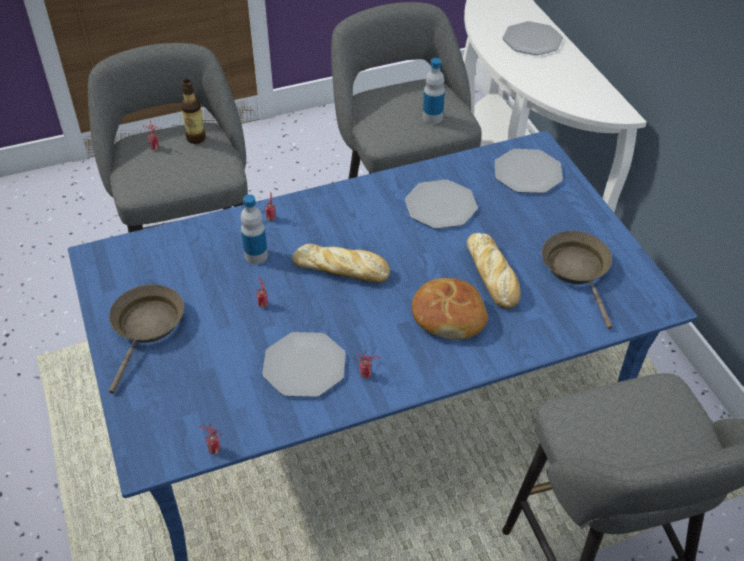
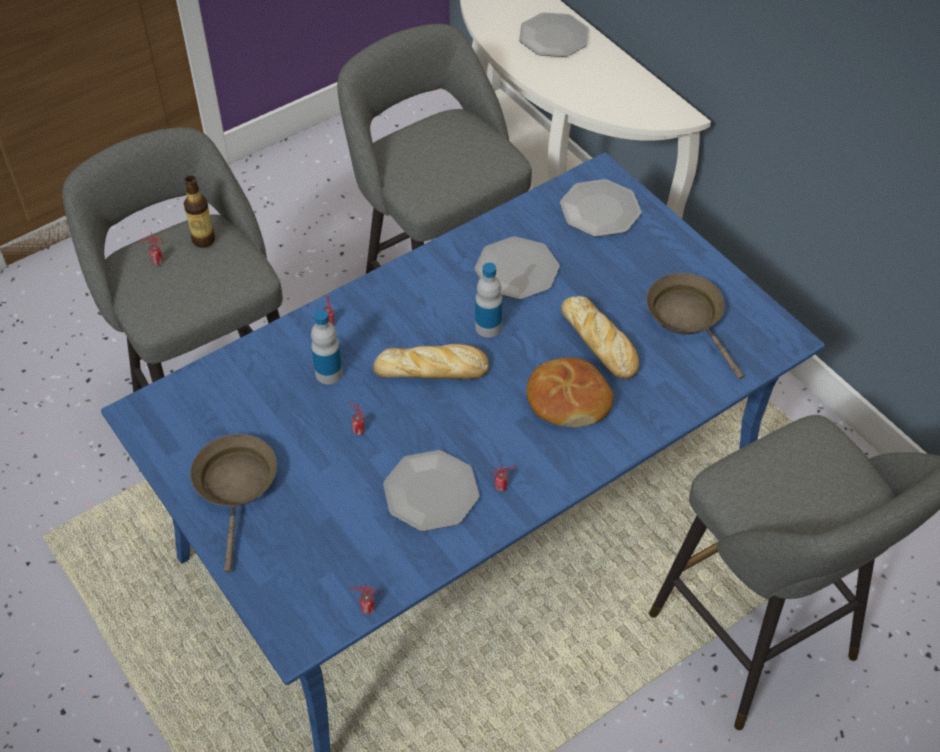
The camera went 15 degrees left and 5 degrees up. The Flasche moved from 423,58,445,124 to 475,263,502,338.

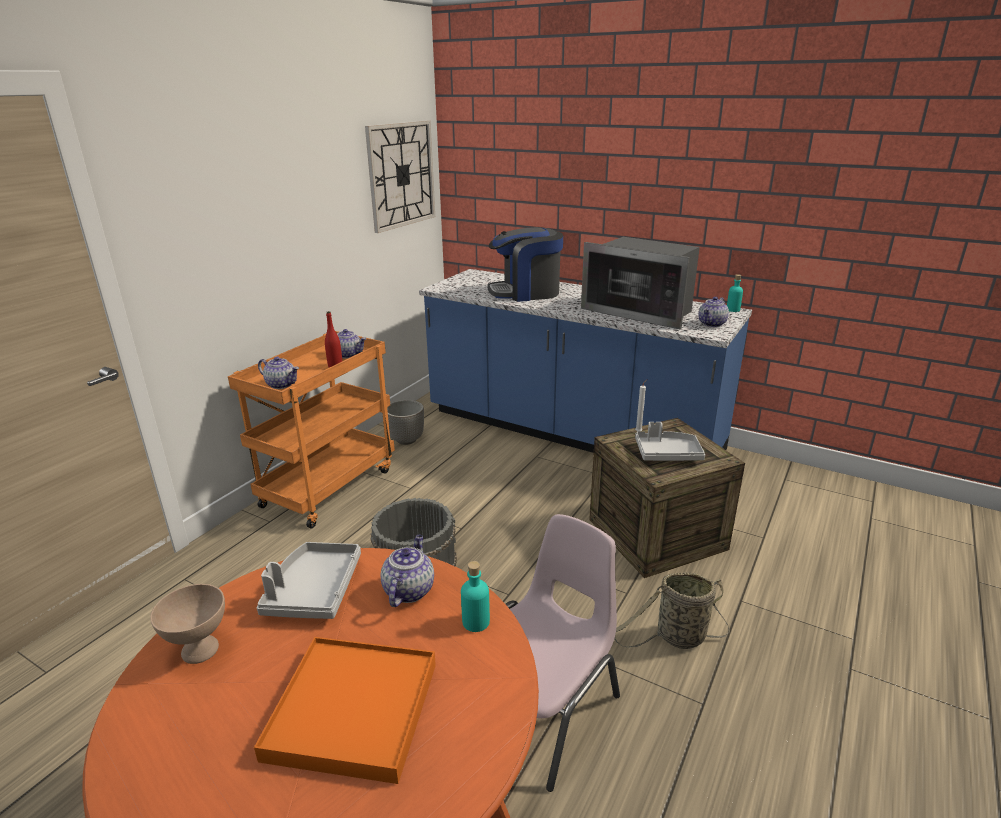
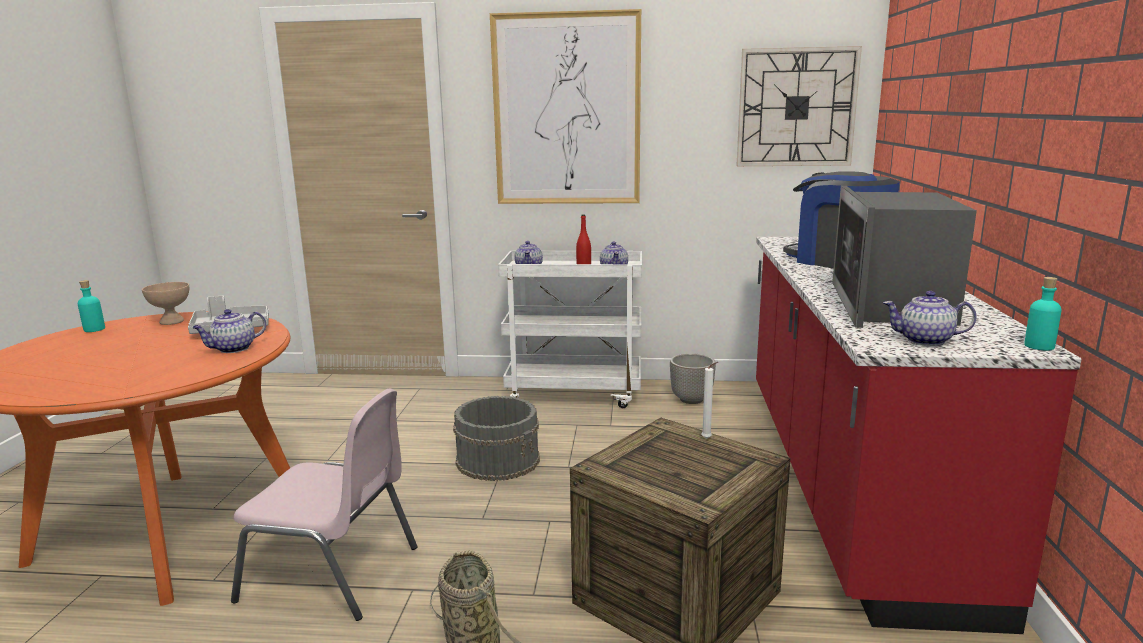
The camera went 65 degrees right and 10 degrees down. The Rollwagen [orange] at 228,331,395,528 became the Rollwagen [weiß] at 498,251,642,408. The Tablett [orange] at 254,637,436,784 disappeared. The Teekanne at 381,535,434,607 turned 150 degrees clockwise. The Küchenzeile [blau] at 419,269,752,453 became the Küchenzeile [rot] at 756,237,1082,634. The Flasche [türkis] moved from 461,561,490,632 to 78,280,105,332. The Tablett [grau] at 635,422,705,461 disappeared. The Bild at 490,9,641,204 appeared.

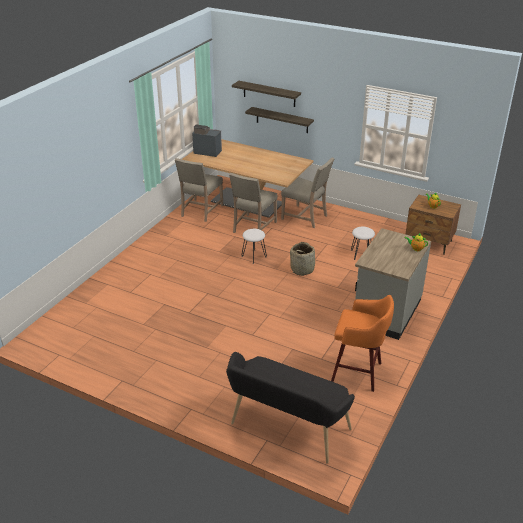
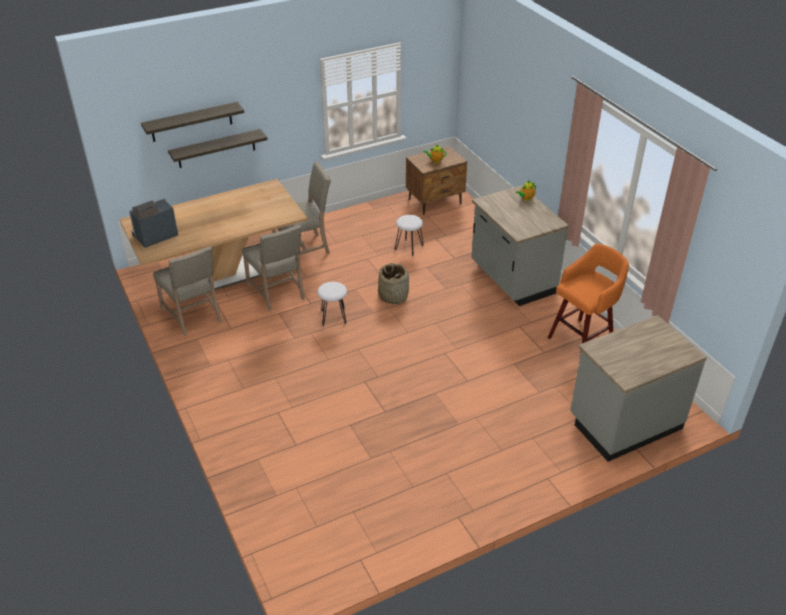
The camera went 55 degrees left and 5 degrees up. The Bank [schwarz] at 226,352,355,463 was replaced by the Küchenzeile [grau] at 570,315,707,462.

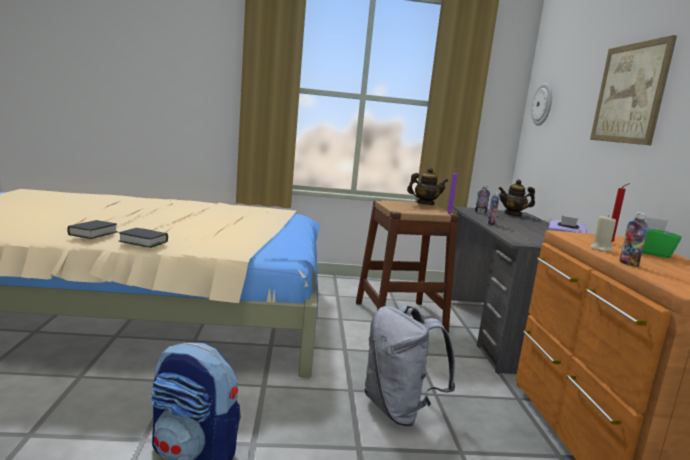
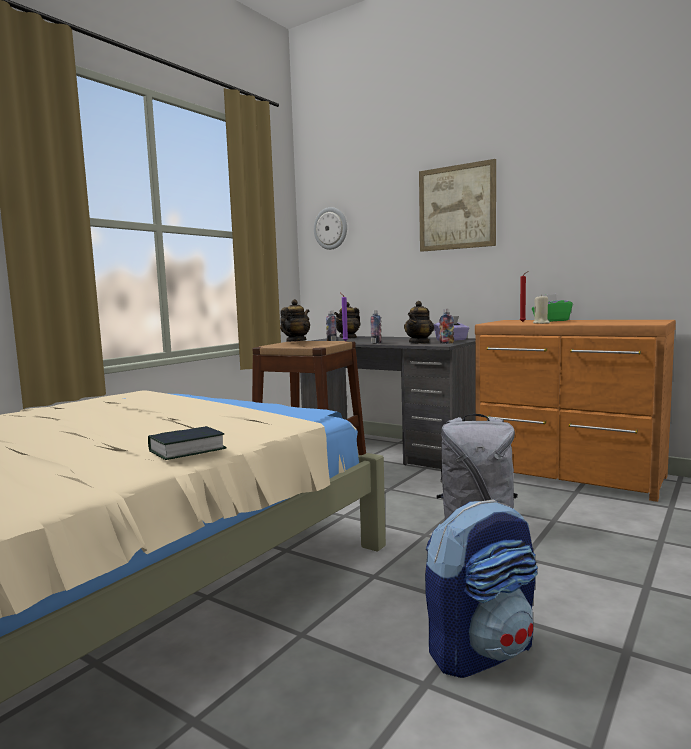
The camera went 50 degrees left and 5 degrees down. The Buch at 67,220,118,239 disappeared. The Flasche moved from 619,212,648,267 to 439,309,454,344. The Teekanne at 404,301,434,344 appeared.

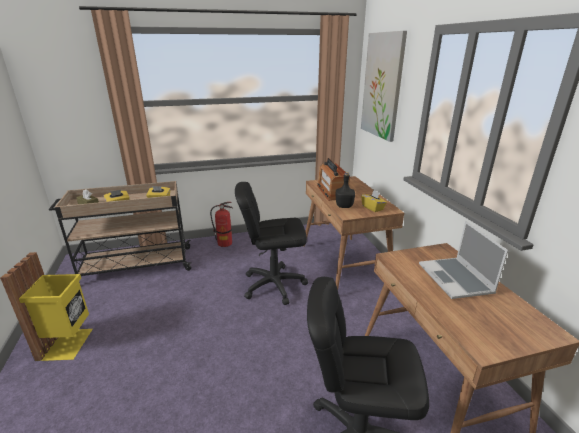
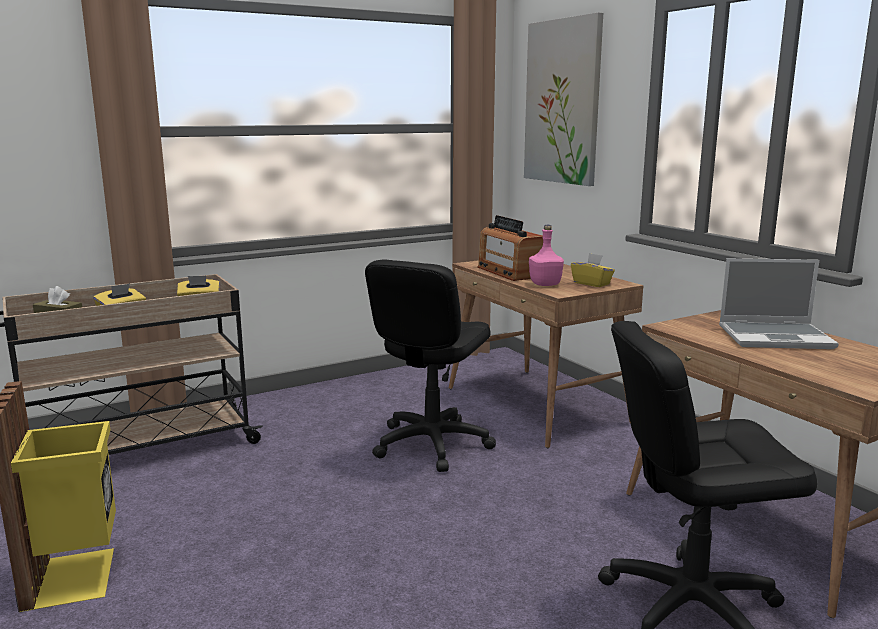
The camera went 15 degrees left and 10 degrees down. The Feuerlöscher at 210,202,233,247 disappeared. The Bürostuhl [schwarz] at 235,182,308,305 turned 45 degrees counterclockwise. The Flasche [schwarz] at 336,172,355,208 became the Flasche [rosa] at 529,225,564,286. The Laptop at 419,221,508,299 turned 60 degrees counterclockwise.

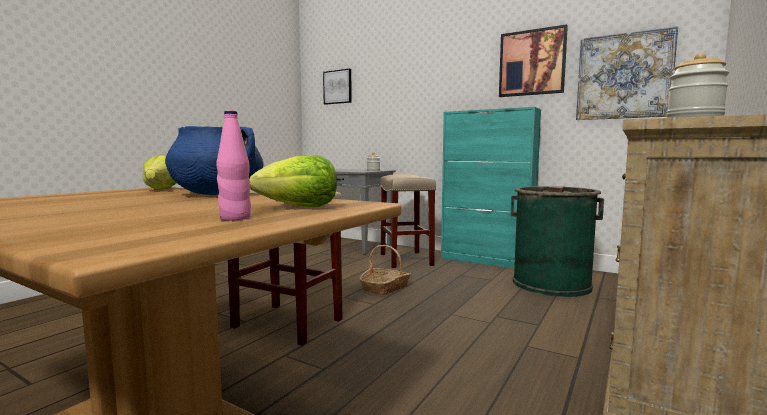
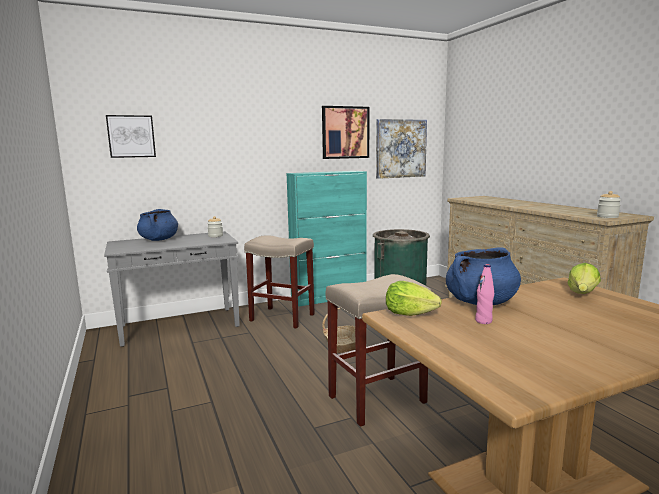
The camera went 55 degrees left and 5 degrees up. The Flasche [rosa] moved from 216,111,251,220 to 475,264,494,324. The Kochtopf [blau] at 137,209,178,241 appeared.

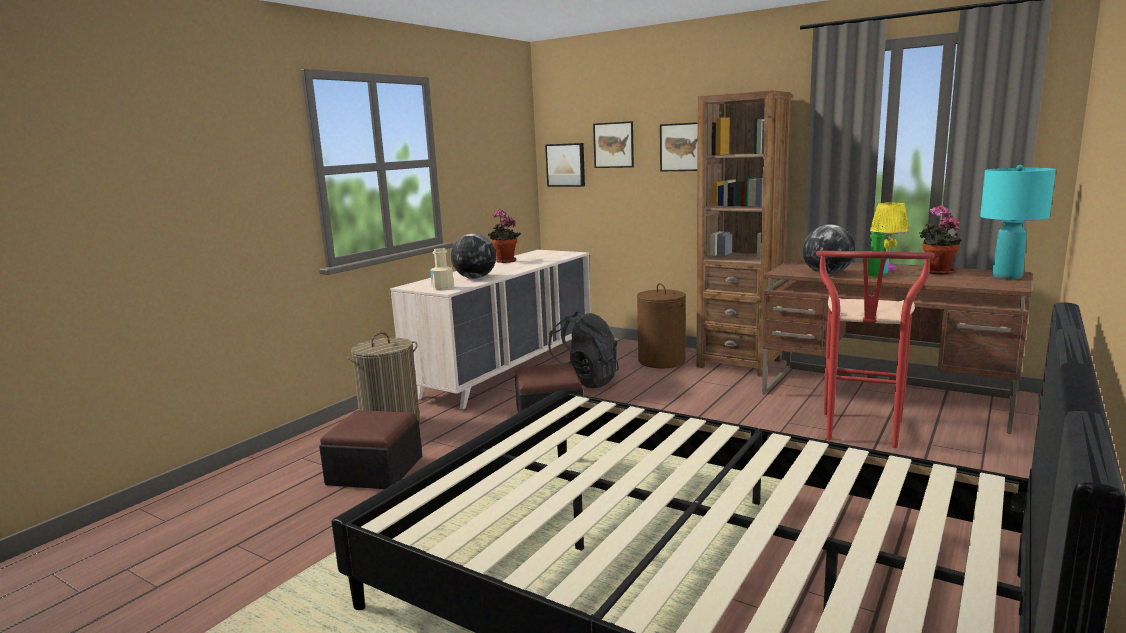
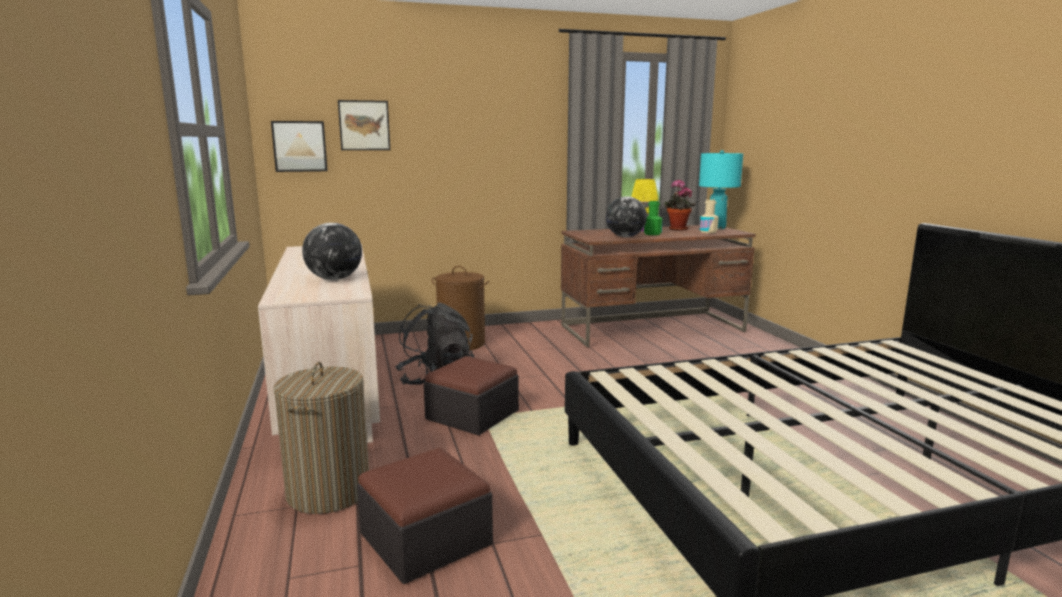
The camera went 50 degrees left and 0 degrees up. The Flasche [beige] moved from 430,248,454,290 to 700,200,719,233. The Topfpflanze at 488,209,521,263 disappeared. The Bild at 660,122,698,171 disappeared. The Bücherregal [braun] at 697,90,791,377 disappeared. The Hocker [rot] at 816,251,935,448 disappeared.

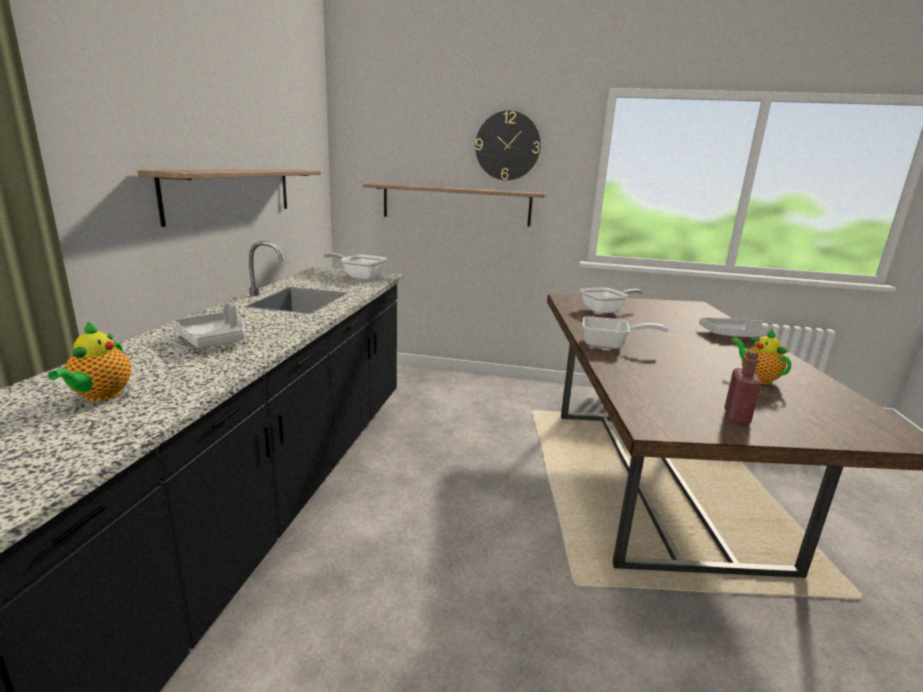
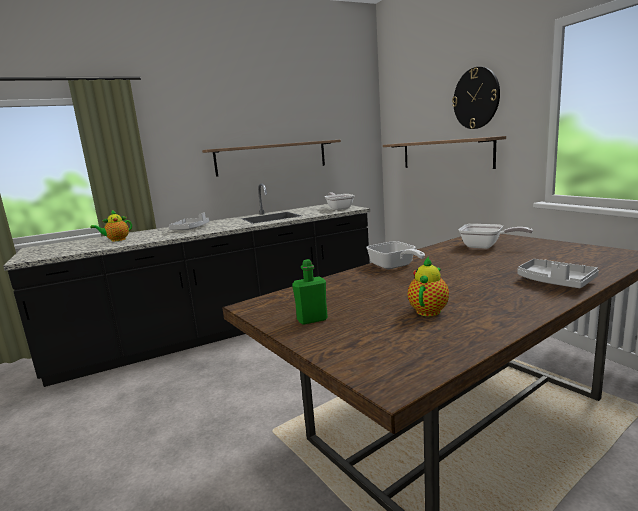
The camera went 55 degrees right and 5 degrees down. The Flasche [rot] at 724,351,762,424 became the Flasche [grün] at 292,259,328,325.

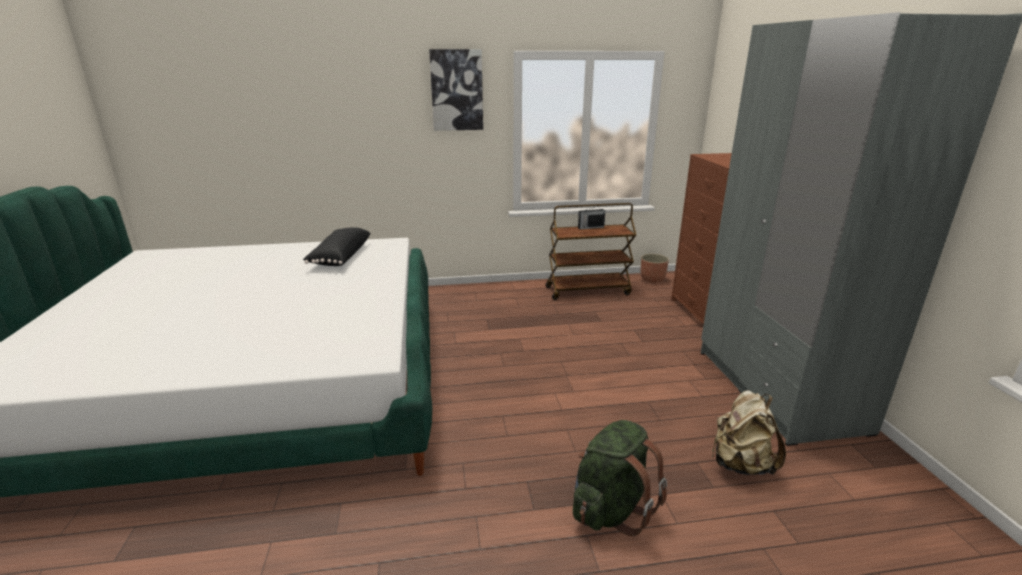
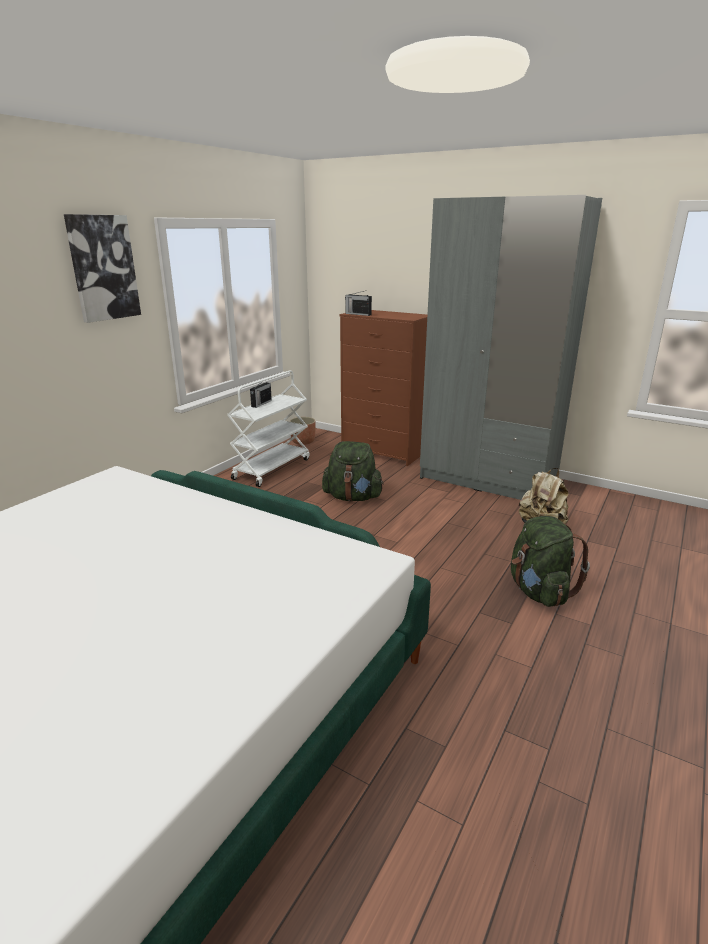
The camera went 50 degrees left and 0 degrees up. The Kissen [schwarz] at 303,227,371,266 disappeared. The Rollwagen [braun] at 545,203,636,300 became the Rollwagen [weiß] at 227,371,309,487. The Rucksack [grün] at 322,441,384,501 appeared. The Radio at 345,291,372,316 appeared.

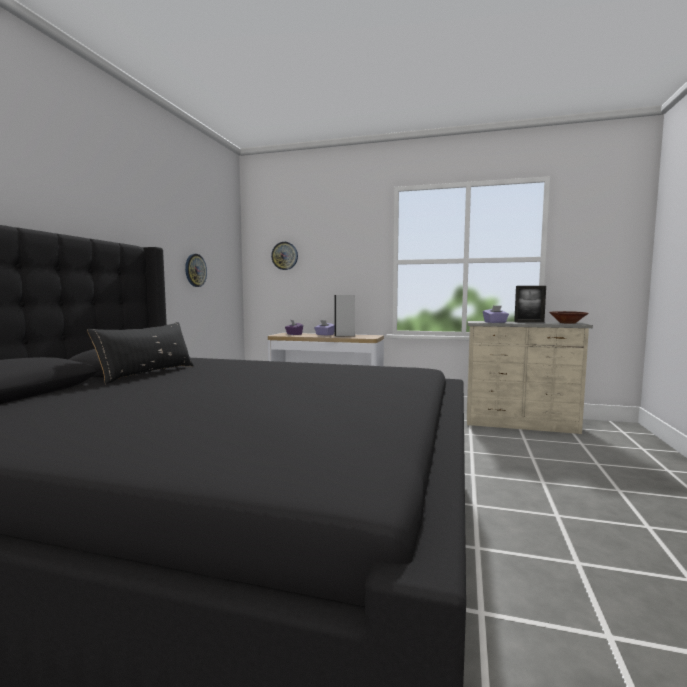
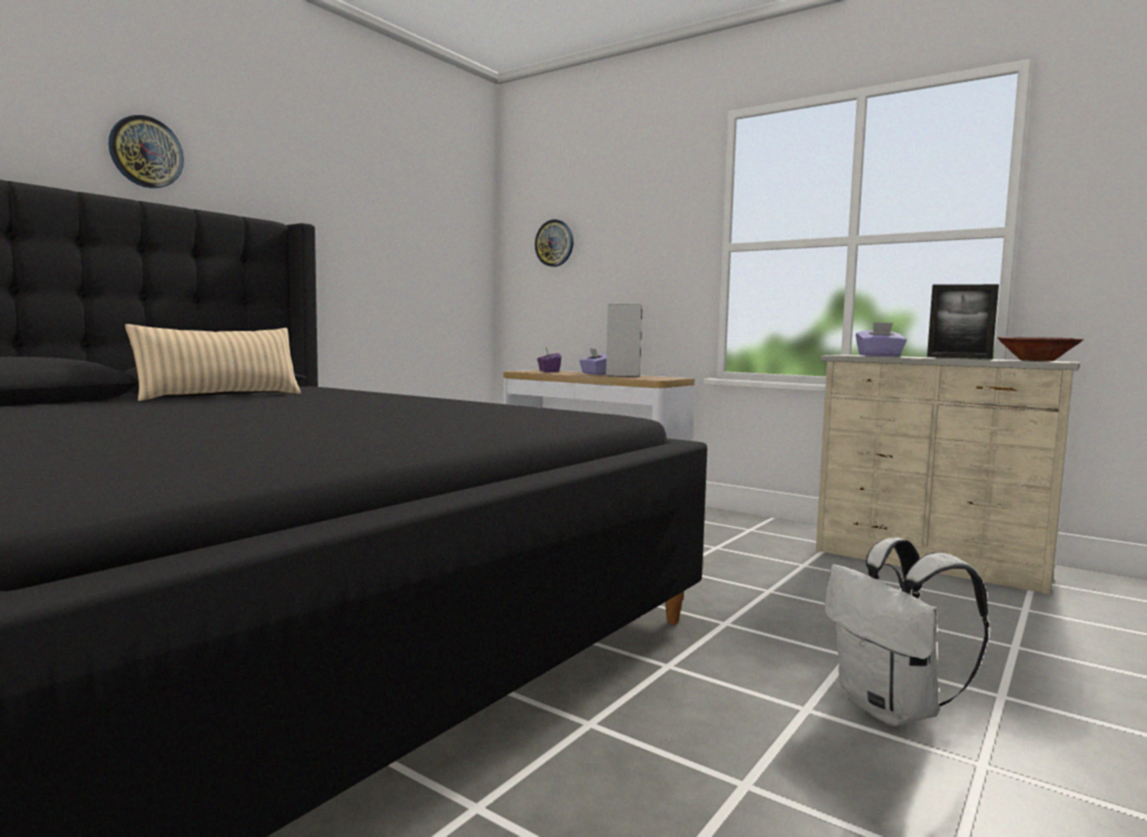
The camera went 20 degrees right and 0 degrees up. The Kissen [schwarz] at 87,322,194,384 became the Kissen [beige] at 125,324,301,401. The Wanduhr moved from 185,254,207,287 to 108,115,184,188. The Rucksack [weiß] at 825,537,989,726 appeared.

